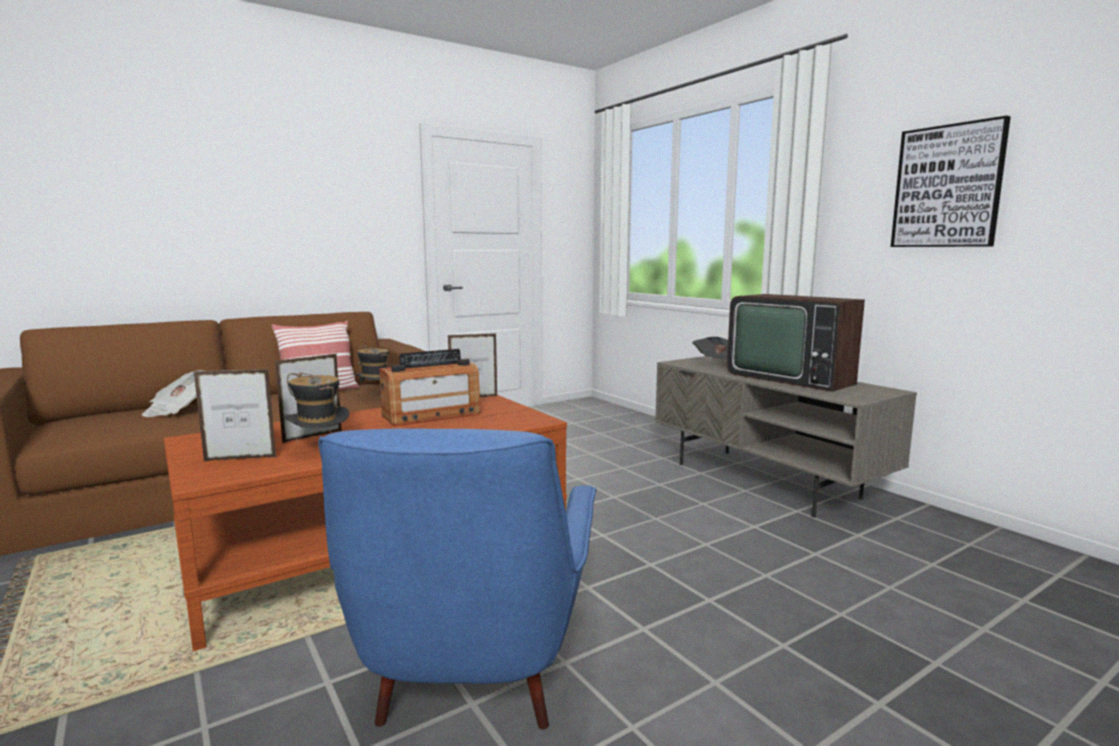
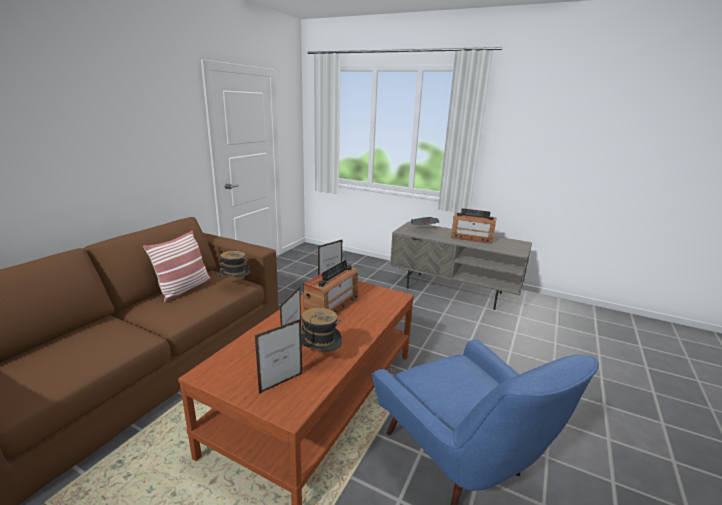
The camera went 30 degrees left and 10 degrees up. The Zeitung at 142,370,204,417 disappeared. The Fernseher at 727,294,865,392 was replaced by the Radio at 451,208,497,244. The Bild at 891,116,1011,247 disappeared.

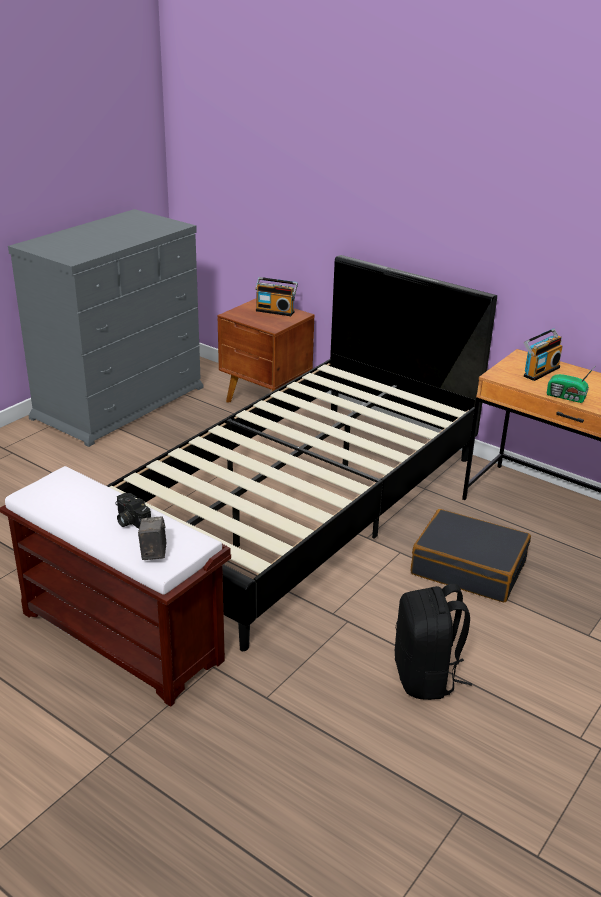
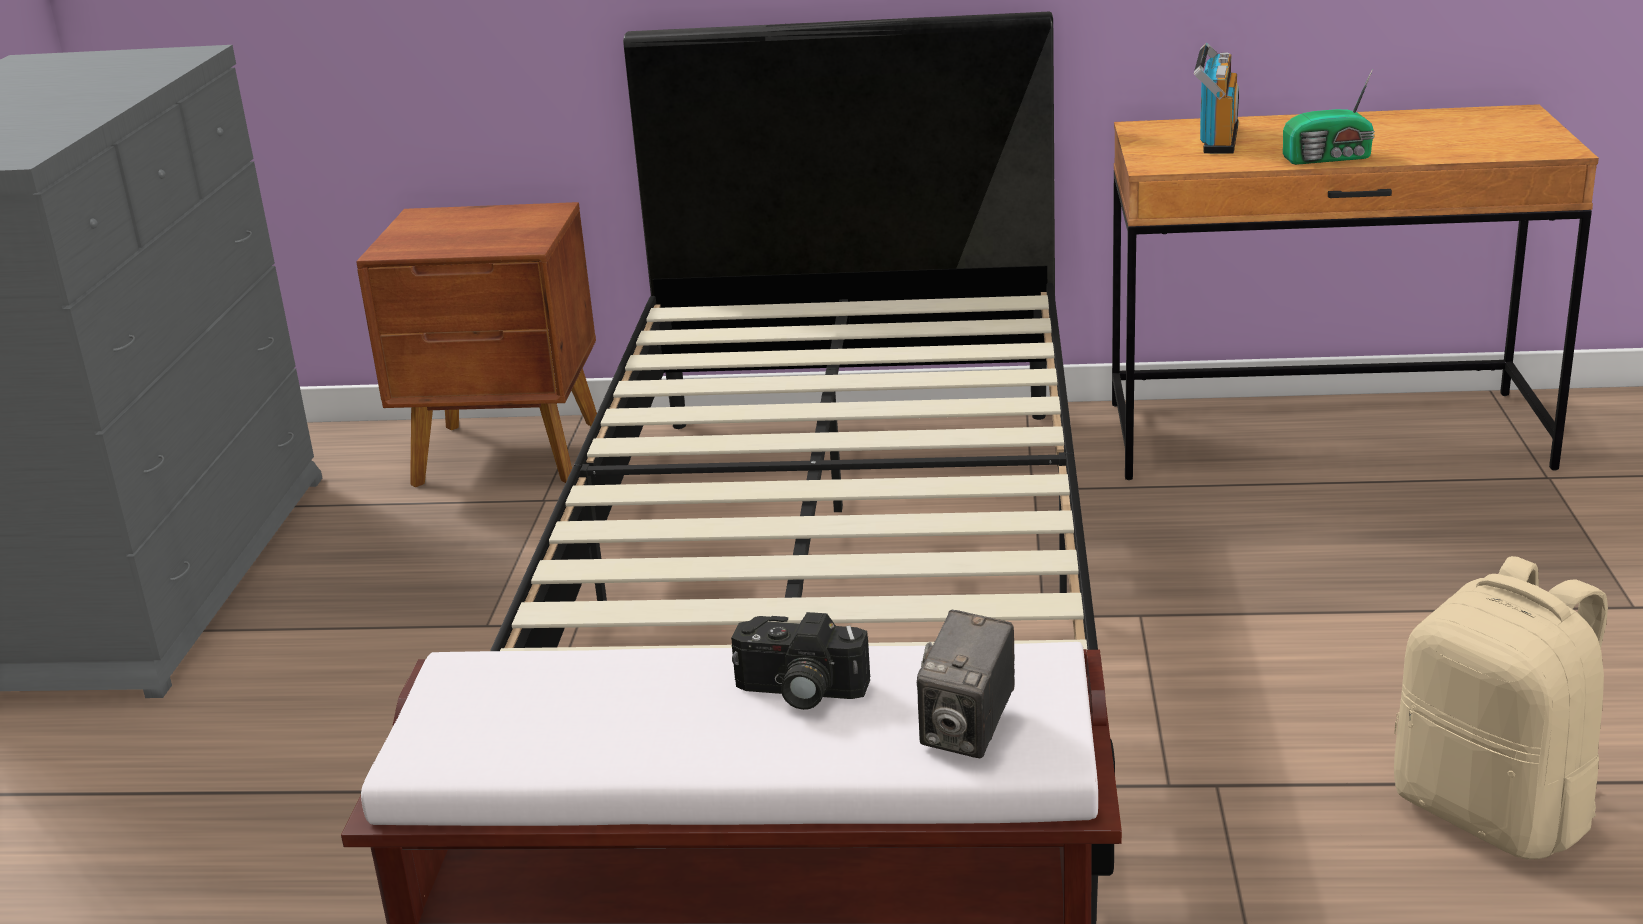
The camera went 30 degrees left and 5 degrees down. The Kamera at 138,516,166,560 turned 120 degrees counterclockwise. The Radio at 255,277,298,316 disappeared. The Rucksack [schwarz] at 395,584,472,700 became the Rucksack [beige] at 1394,556,1608,860. The Koffer [schwarz] at 411,509,531,602 disappeared.

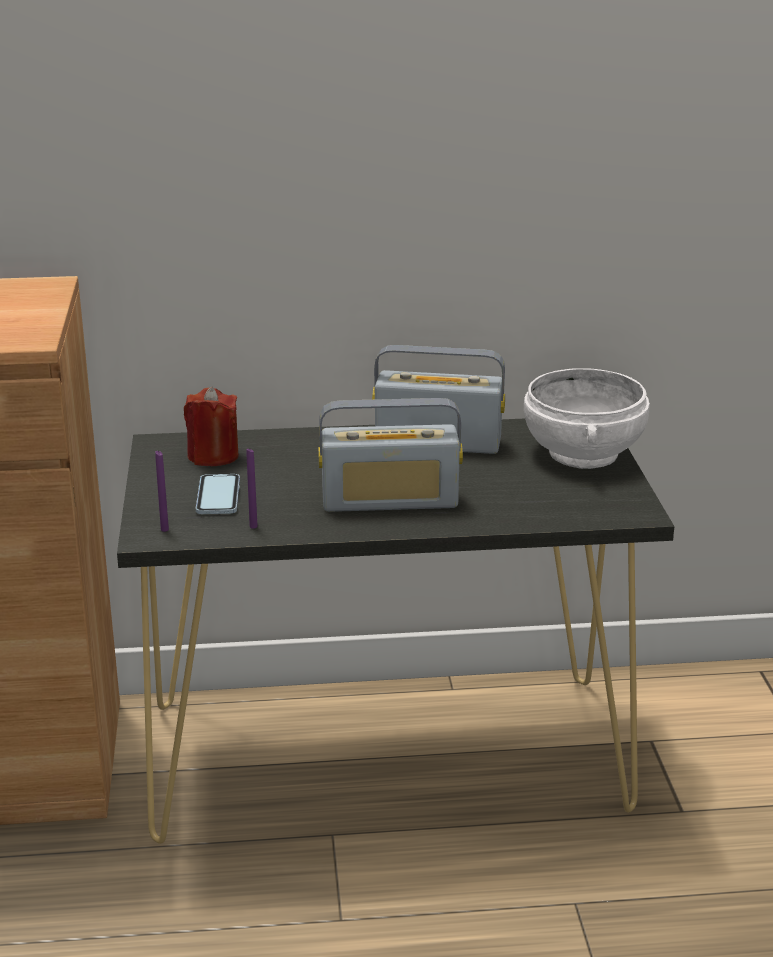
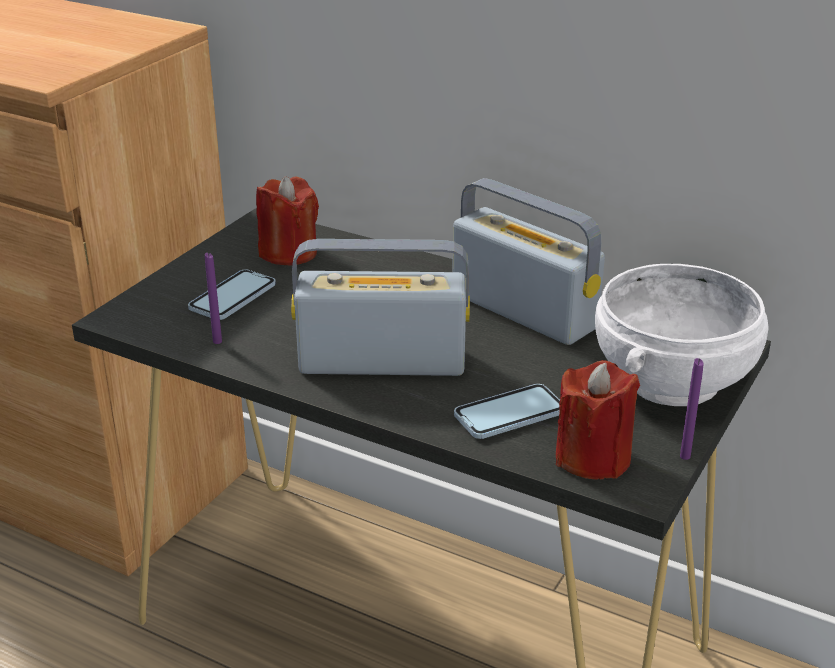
The camera went 35 degrees right and 5 degrees up. The Kerze [lila] moved from 155,451,169,532 to 680,358,704,460. The Radio at 318,398,463,512 turned 150 degrees clockwise. The Handy at 454,384,560,439 appeared. The Kerze [rot] at 556,360,640,480 appeared.

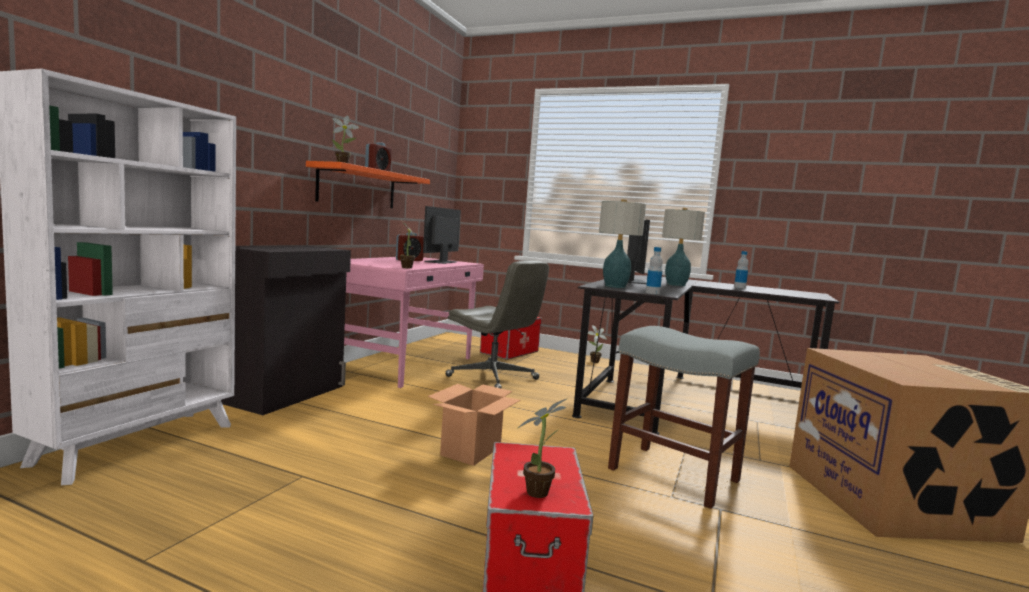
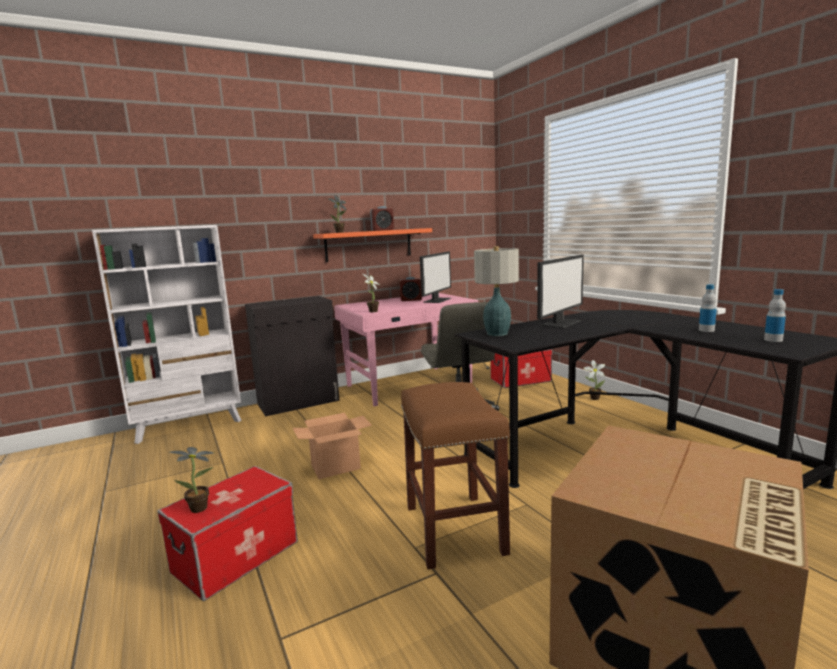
The camera went 40 degrees right and 5 degrees up. The Monitor at 423,206,461,264 turned 150 degrees clockwise. The Hocker [grau] at 608,326,760,509 became the Hocker [braun] at 401,382,510,569. The Flasche moved from 646,247,663,294 to 764,289,786,342. The Tischlampe at 662,208,705,286 disappeared.

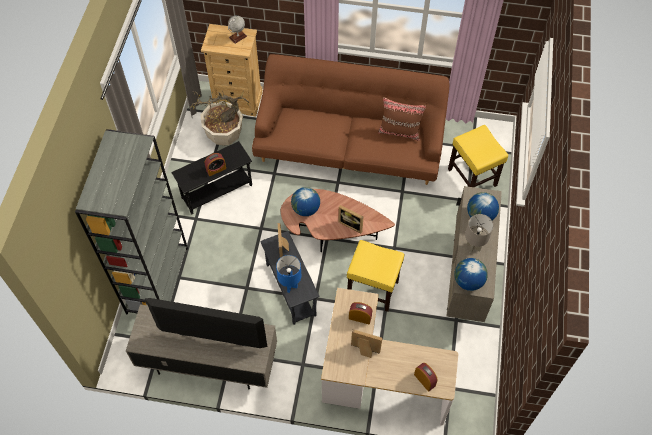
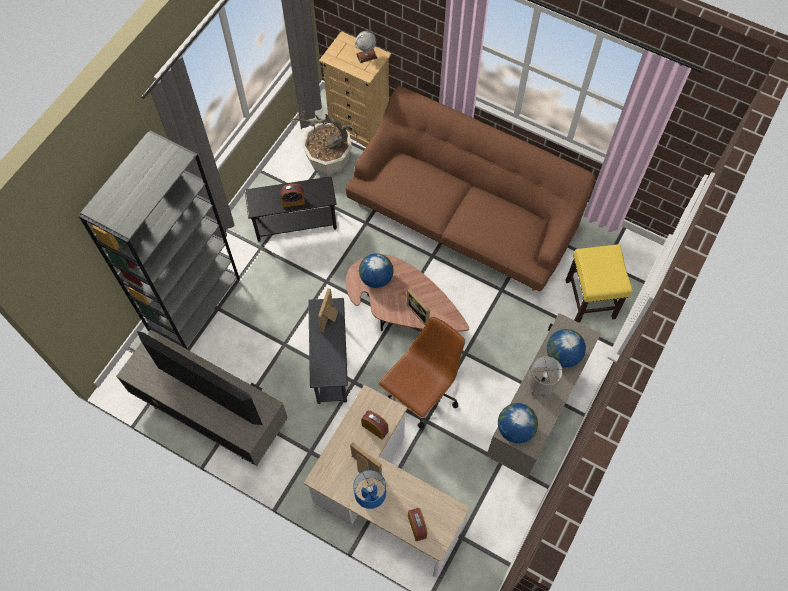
The camera went 20 degrees right and 5 degrees up. The Tischlampe [blau] moved from 276,255,301,293 to 353,470,386,509. The Hocker [gelb] at 347,240,404,312 was replaced by the Bürostuhl [braun] at 379,317,465,429. The Kissen [braun] at 378,97,427,141 disappeared.

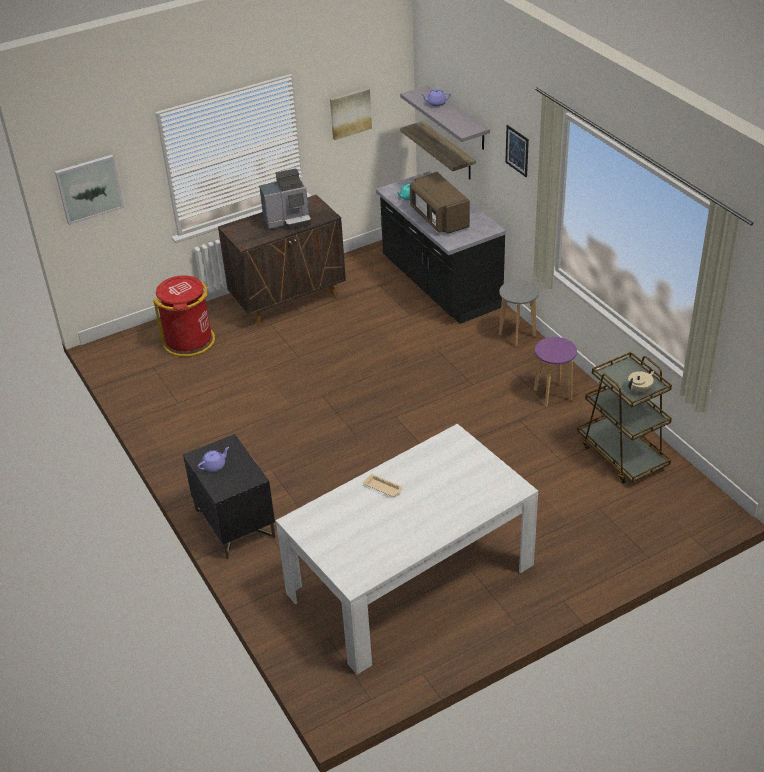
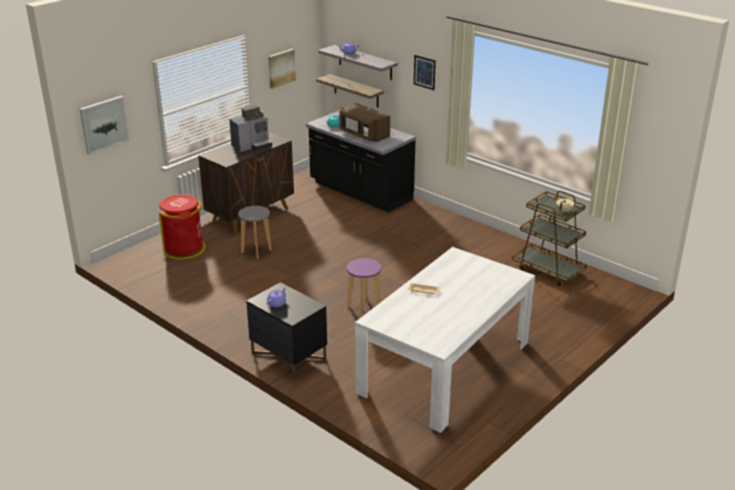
The camera went 20 degrees left and 10 degrees down. The Hocker [grau] moved from 498,280,539,347 to 238,206,272,259. The Hocker [lila] moved from 534,337,577,407 to 346,258,381,318.

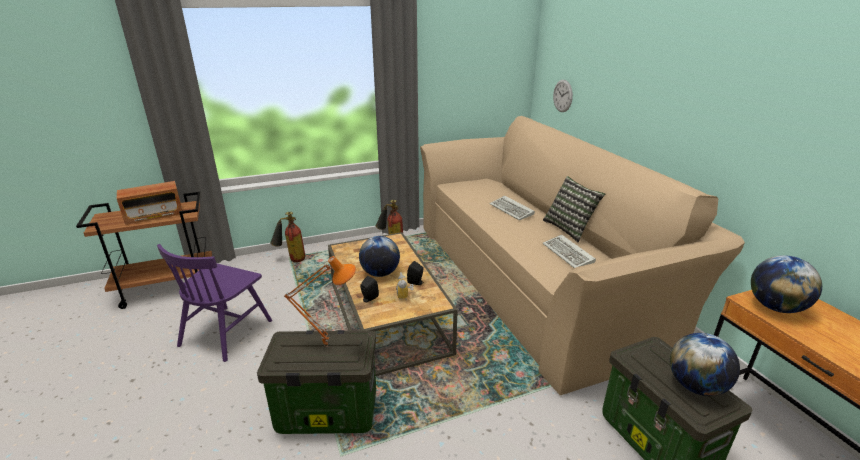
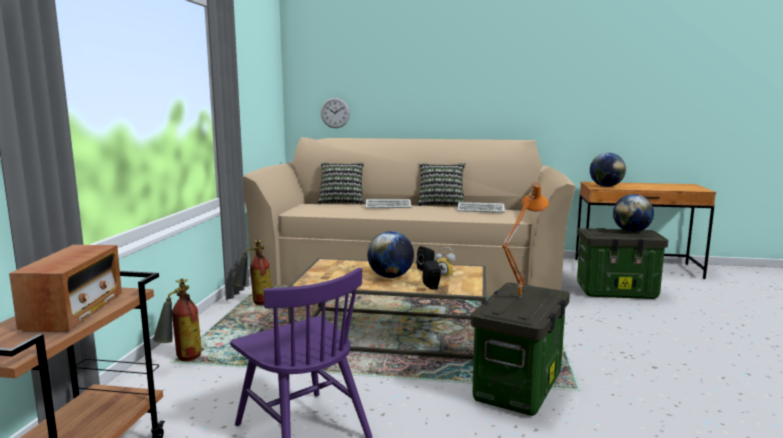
The camera went 60 degrees left and 15 degrees down. The Kissen at 318,162,364,205 appeared.

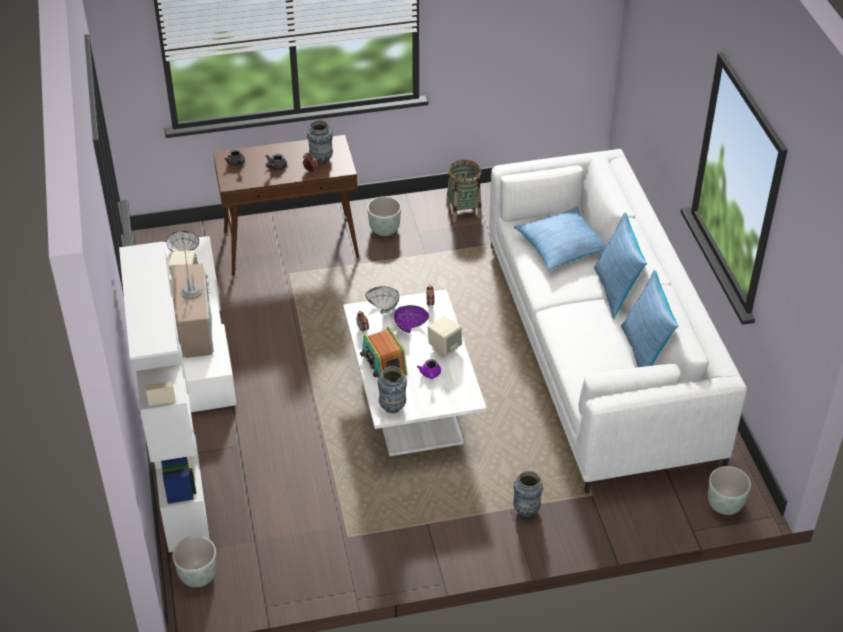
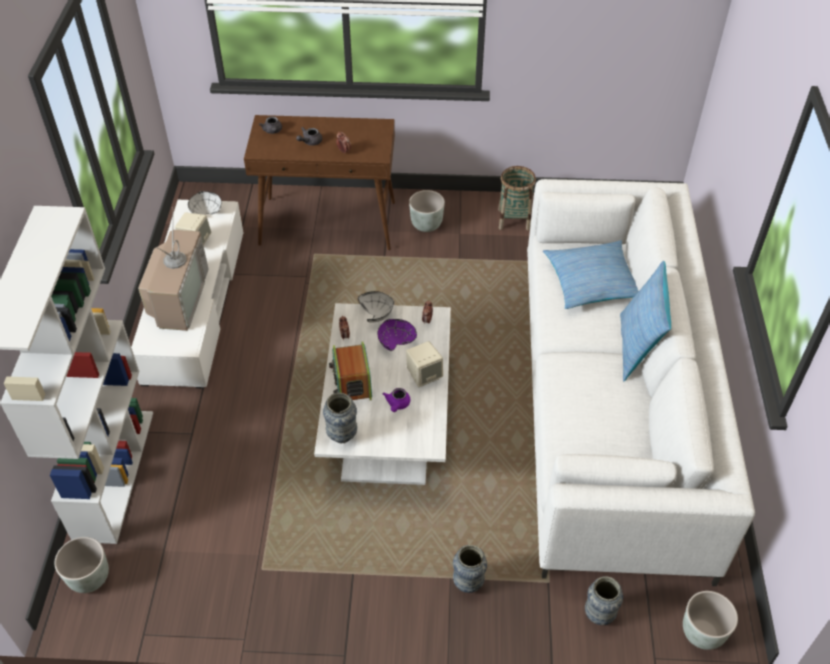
The camera went 15 degrees right and 5 degrees up. The Vase moved from 307,120,333,164 to 585,577,623,625. The Kissen at 621,270,679,367 disappeared.

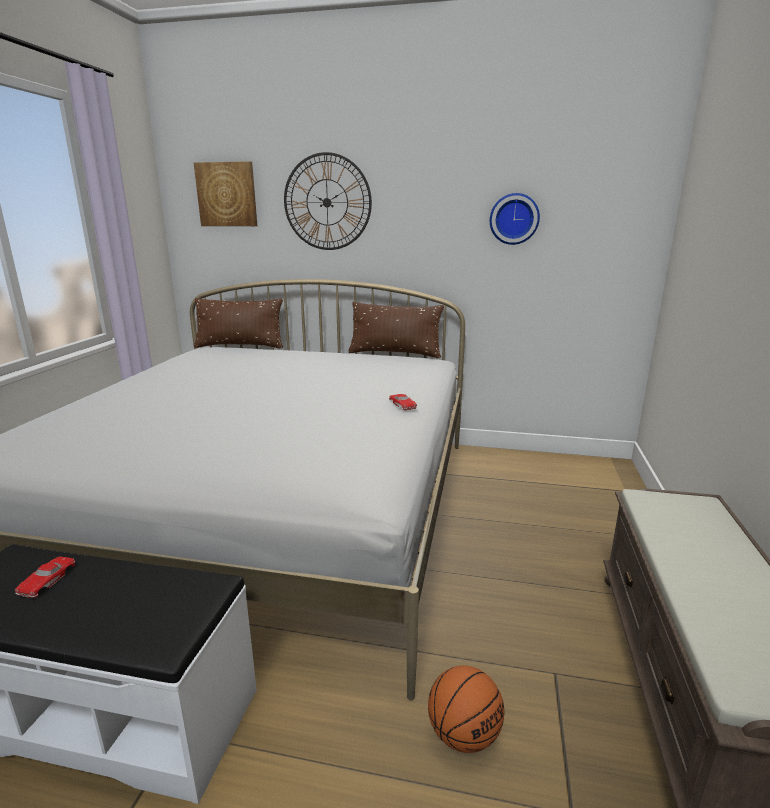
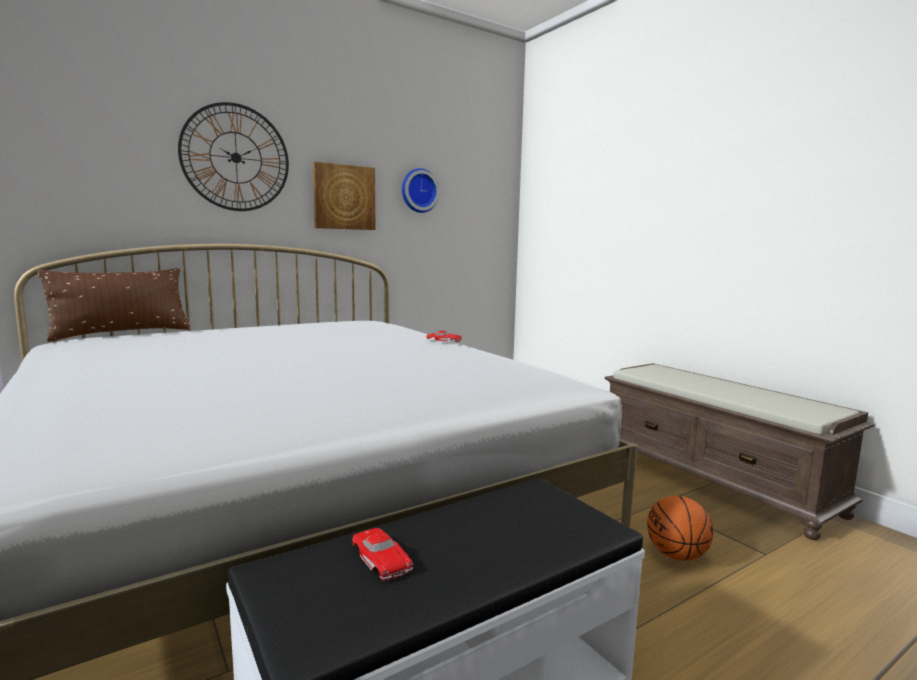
The camera went 45 degrees left and 10 degrees down. The Bild moved from 194,161,257,226 to 313,162,375,230. The Kissen [braun] at 348,302,444,358 disappeared.

